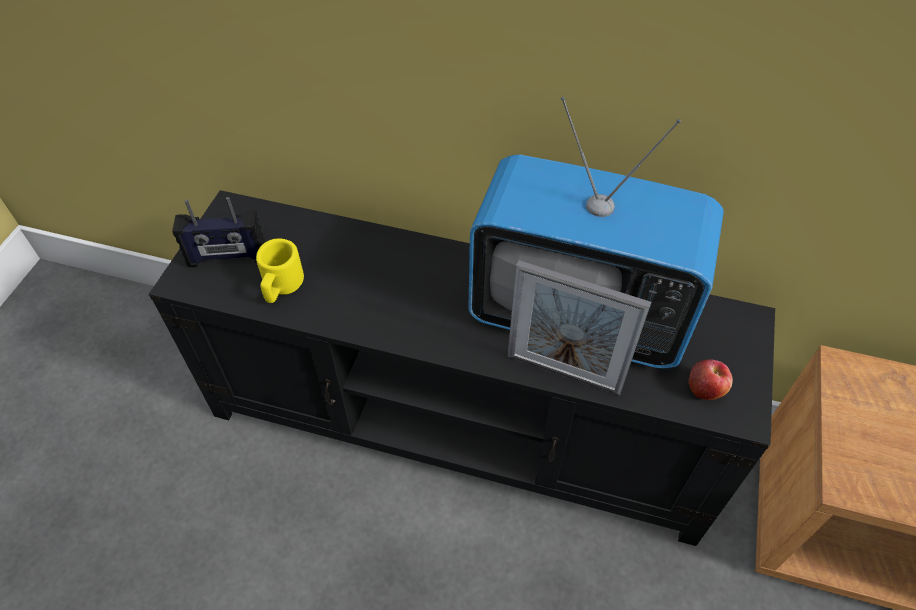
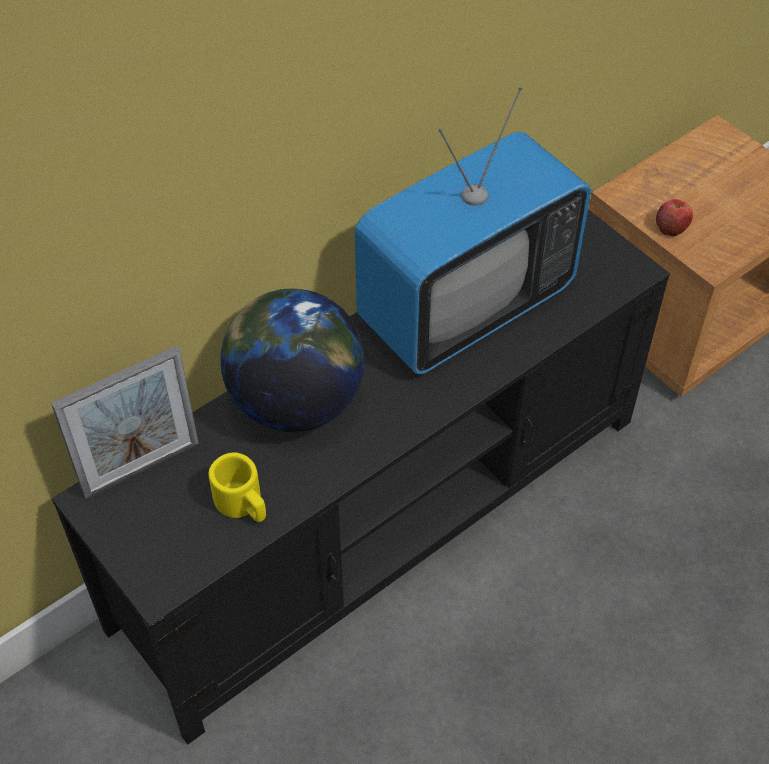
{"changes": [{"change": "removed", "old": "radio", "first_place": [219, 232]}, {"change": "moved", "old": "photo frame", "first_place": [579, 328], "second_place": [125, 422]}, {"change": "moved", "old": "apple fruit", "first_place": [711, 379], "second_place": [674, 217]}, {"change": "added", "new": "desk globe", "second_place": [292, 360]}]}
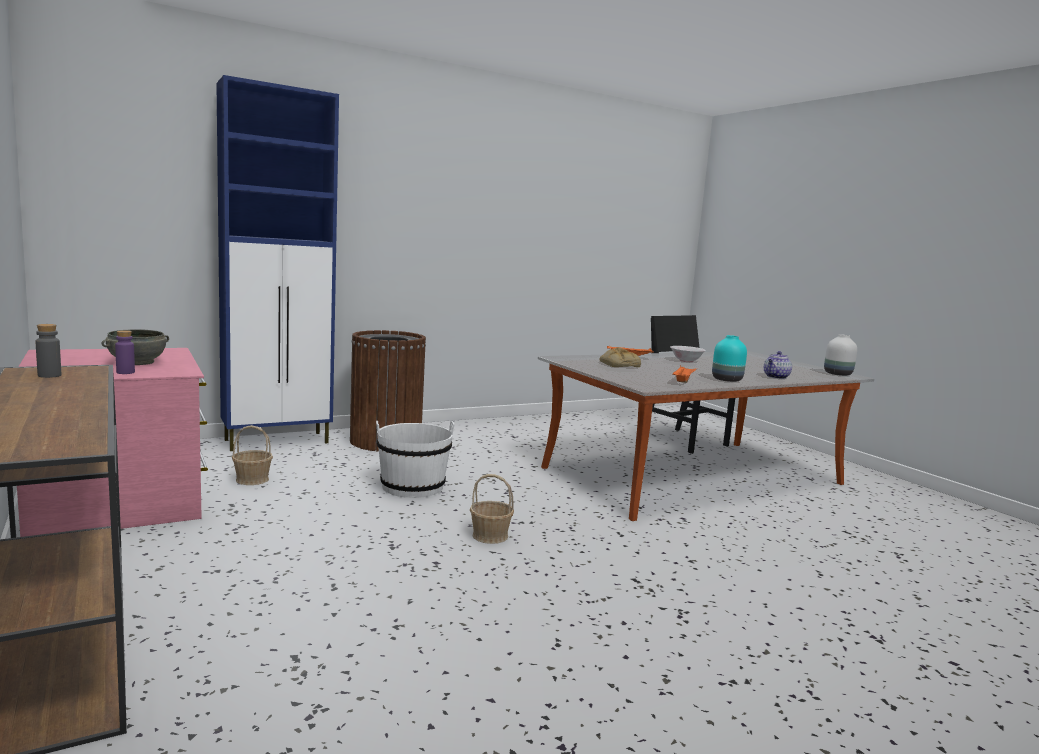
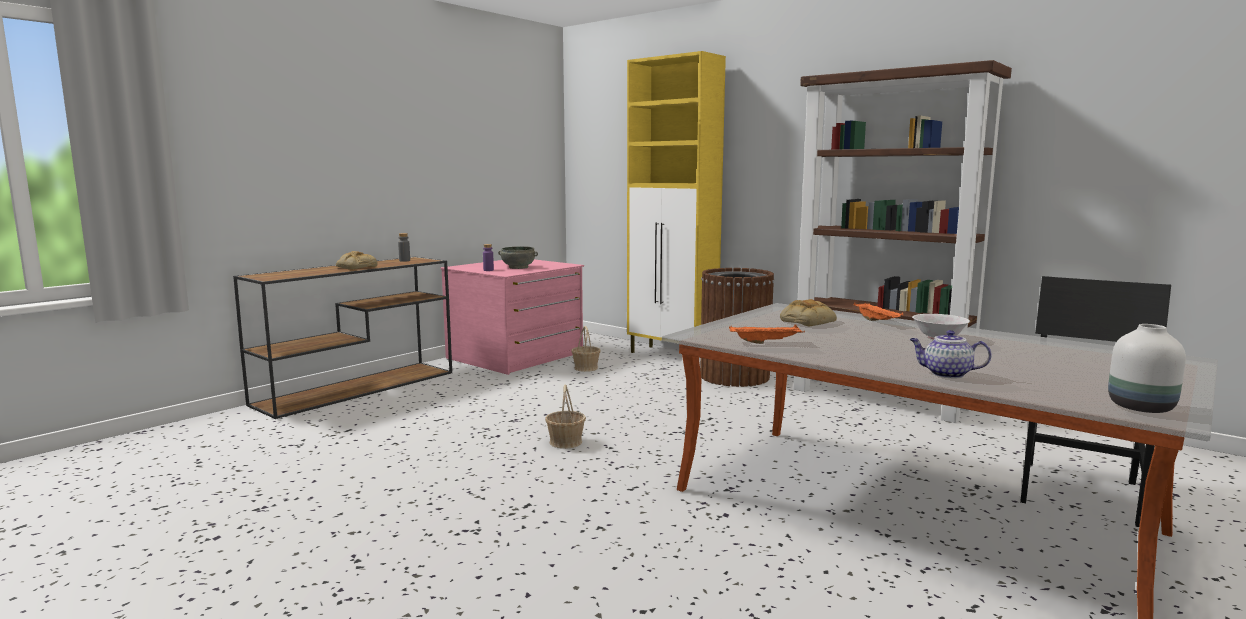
{"changes": [{"change": "recoloured", "old": "blue cabinet", "new": "yellow-coloured cabinet", "first_place": [277, 263], "second_place": [676, 202]}, {"change": "removed", "old": "white-coloured bucket", "first_place": [415, 459]}, {"change": "removed", "old": "blue-green decorative vase", "first_place": [729, 358]}, {"change": "added", "new": "bread", "second_place": [357, 260]}, {"change": "added", "new": "brown-coloured bookcase", "second_place": [902, 241]}]}
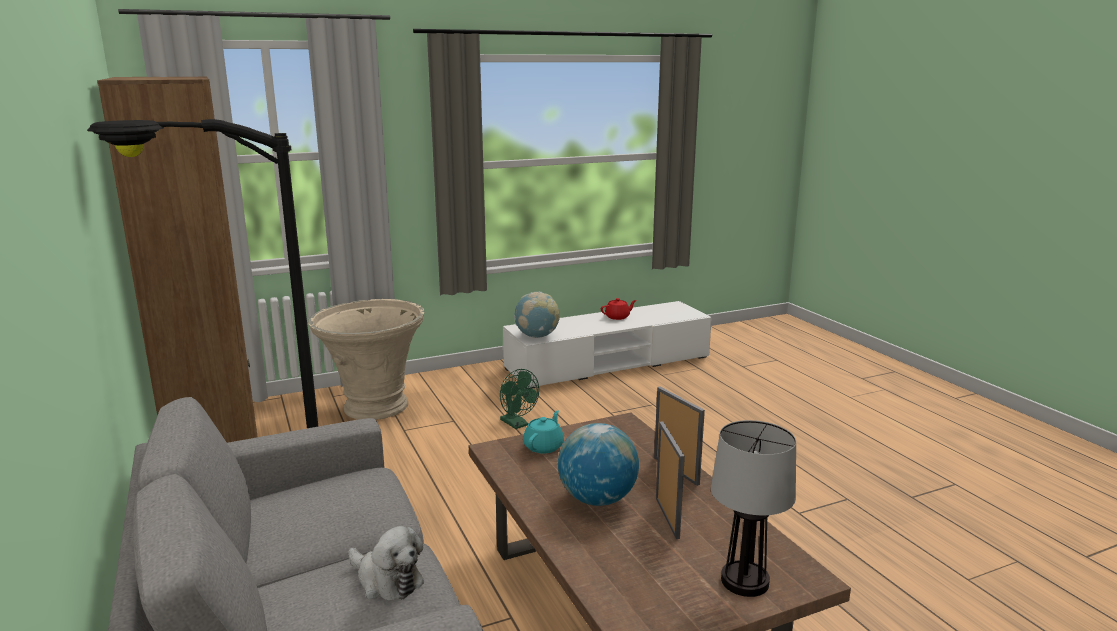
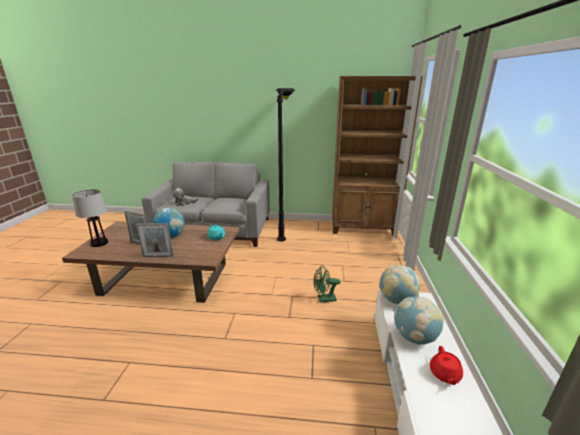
{"changes": [{"change": "removed", "old": "beige-coloured plant pot", "first_place": [366, 359]}, {"change": "added", "new": "desk globe", "second_place": [419, 320]}]}
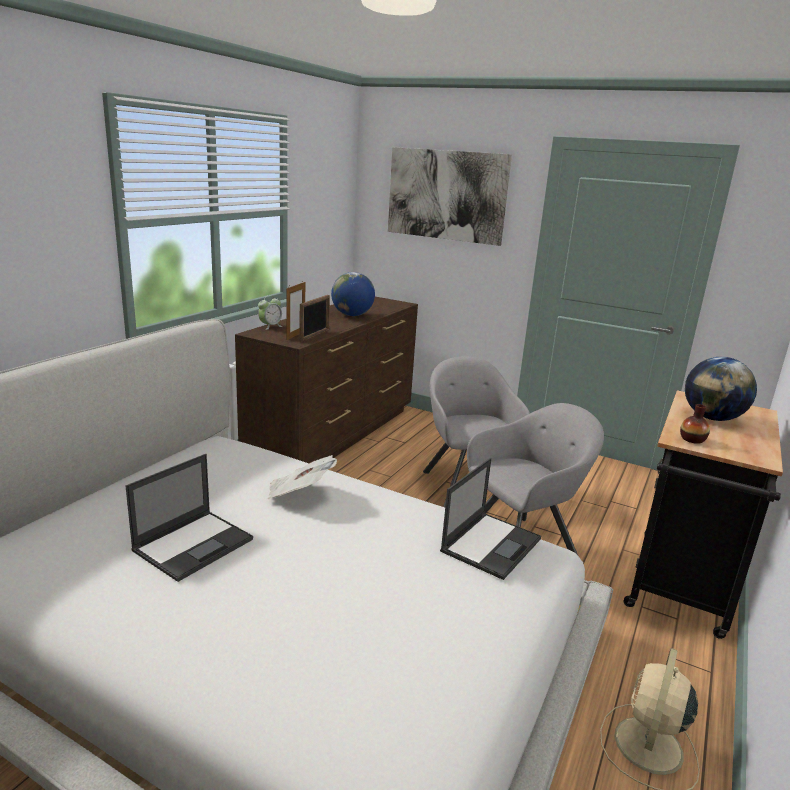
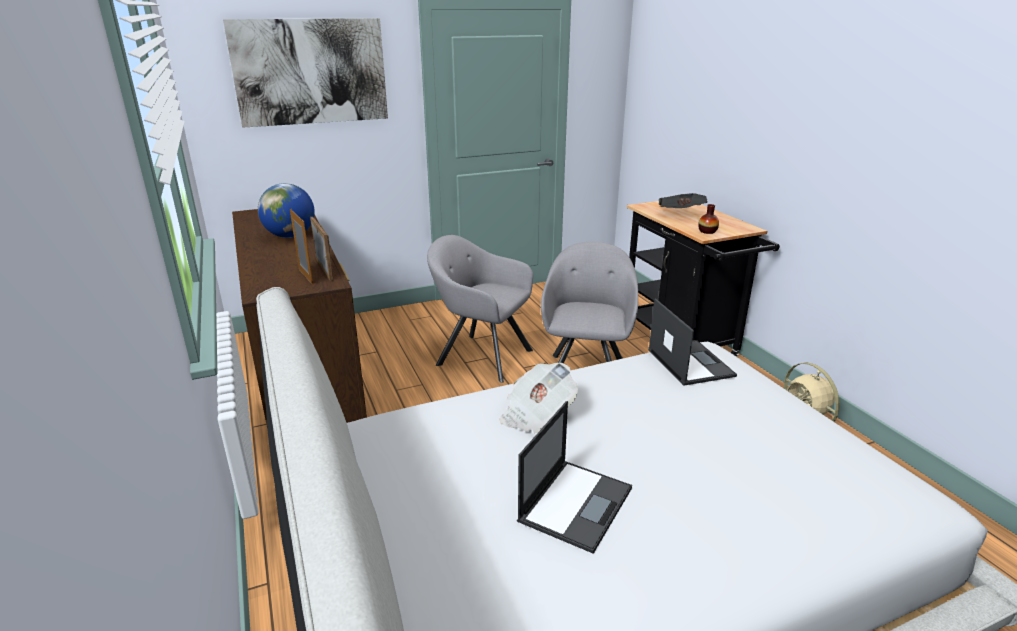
{"changes": [{"change": "turned", "old": "portable computer", "first_place": [189, 518], "second_place": [574, 477], "degrees": 45}, {"change": "removed", "old": "table clock", "first_place": [270, 312]}, {"change": "replaced", "old": "desk globe", "new": "printed paper", "first_place": [721, 389], "second_place": [683, 200]}]}
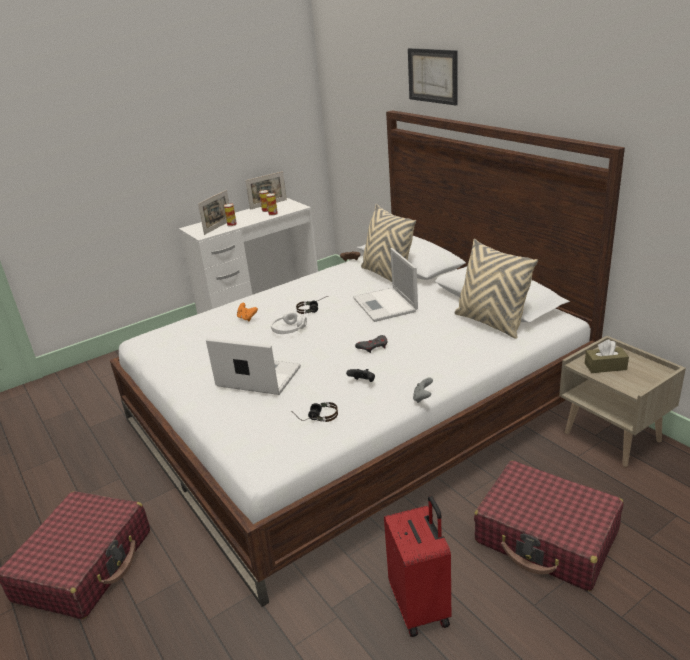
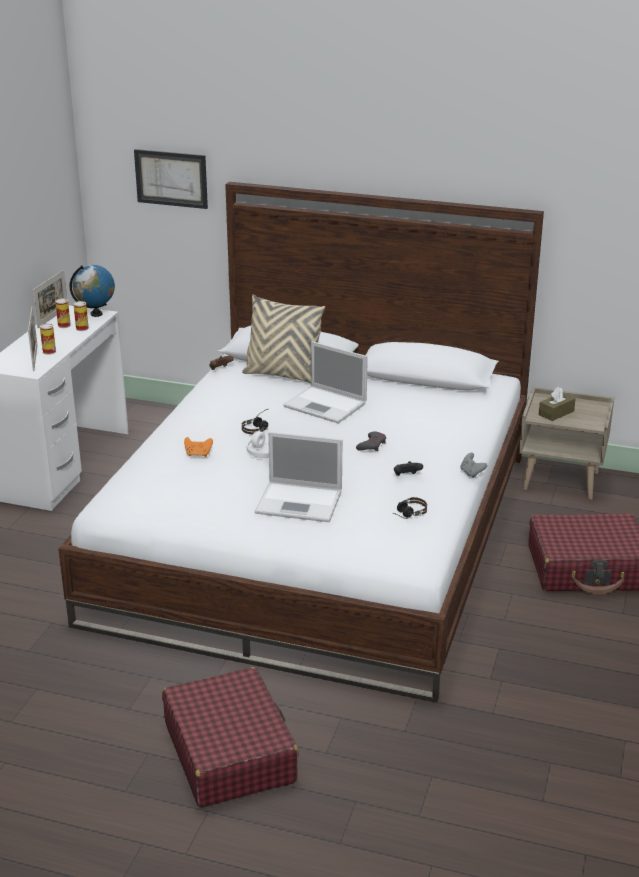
{"changes": [{"change": "turned", "old": "portable computer", "first_place": [253, 366], "second_place": [298, 477], "degrees": -150}, {"change": "removed", "old": "red-coloured suitcase", "first_place": [417, 566]}, {"change": "moved", "old": "picture", "first_place": [432, 76], "second_place": [171, 179]}, {"change": "removed", "old": "beige-coloured throw pillow", "first_place": [496, 289]}, {"change": "added", "new": "desk globe", "second_place": [92, 291]}]}
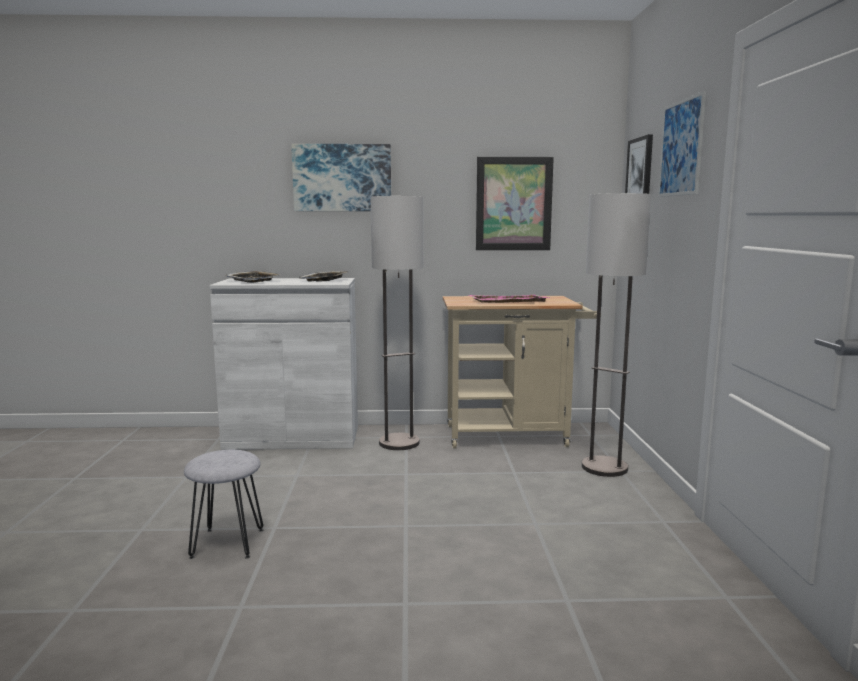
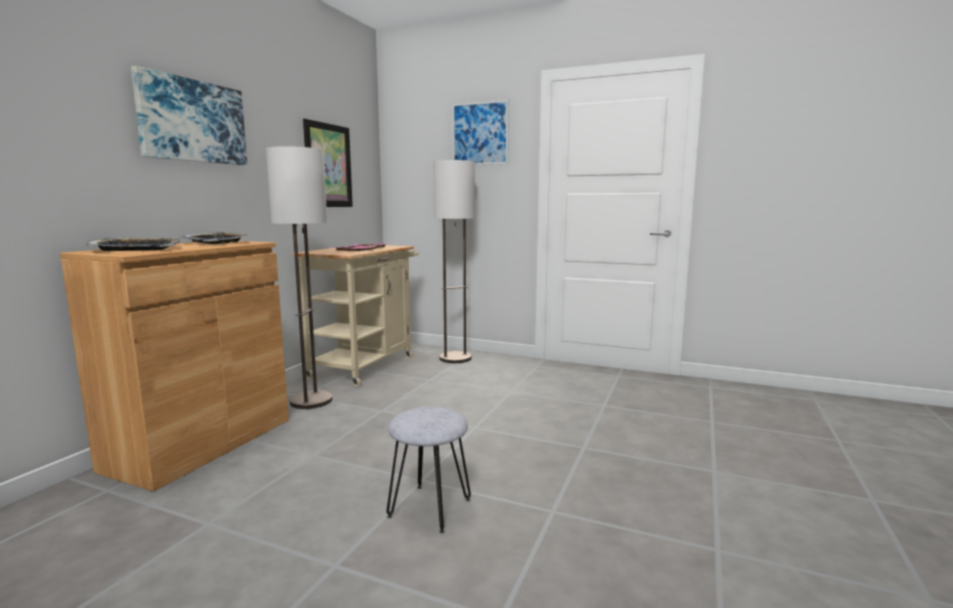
{"changes": [{"change": "recoloured", "old": "white-coloured cabinet", "new": "brown-coloured cabinet", "first_place": [284, 364], "second_place": [174, 366]}, {"change": "removed", "old": "picture", "first_place": [639, 164]}]}
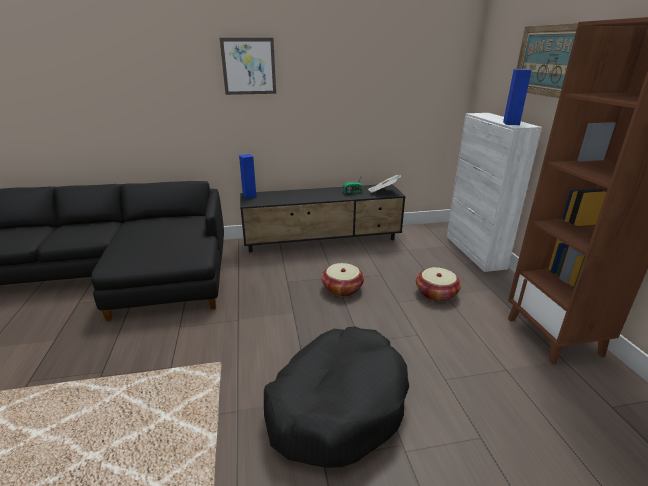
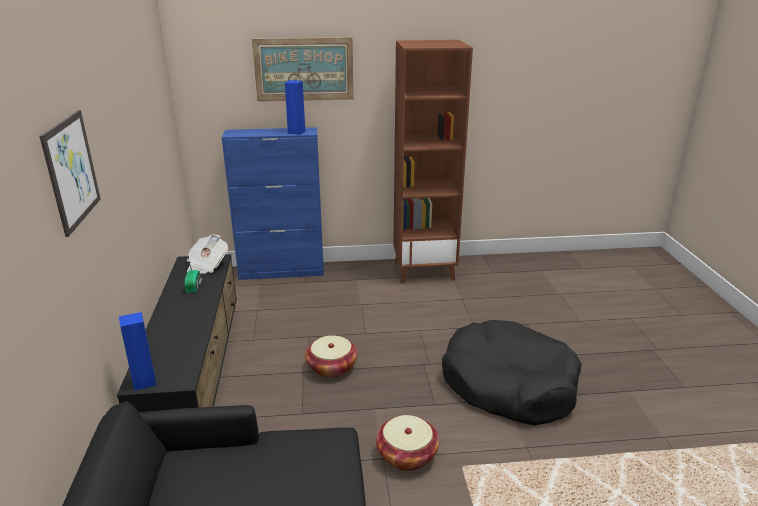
{"changes": [{"change": "moved", "old": "storage basket", "first_place": [438, 284], "second_place": [407, 443]}, {"change": "recoloured", "old": "white-coloured cabinet", "new": "blue cabinet", "first_place": [494, 192], "second_place": [273, 203]}]}
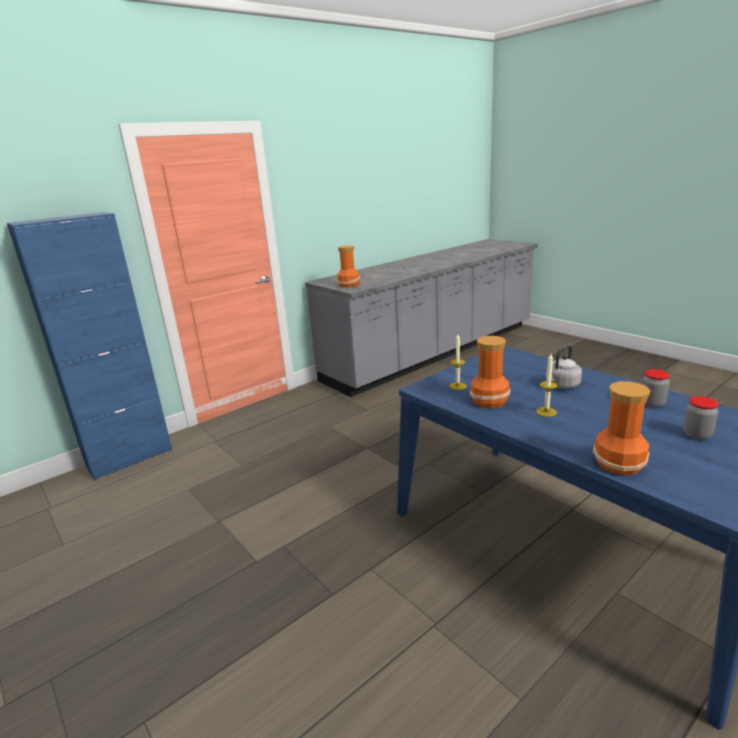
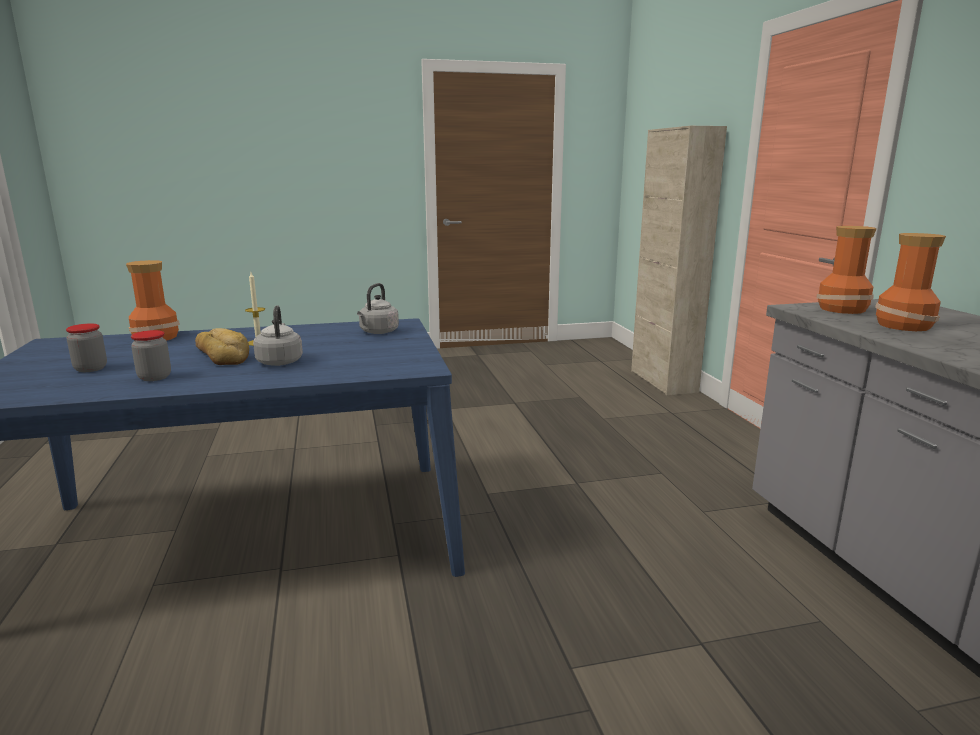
{"changes": [{"change": "recoloured", "old": "blue cabinet", "new": "beige-coloured cabinet", "first_place": [89, 346], "second_place": [679, 260]}, {"change": "replaced", "old": "wax candle", "new": "gray water kettle", "first_place": [458, 362], "second_place": [378, 308]}, {"change": "moved", "old": "decorative vase", "first_place": [490, 372], "second_place": [910, 282]}, {"change": "added", "new": "bread", "second_place": [222, 346]}]}
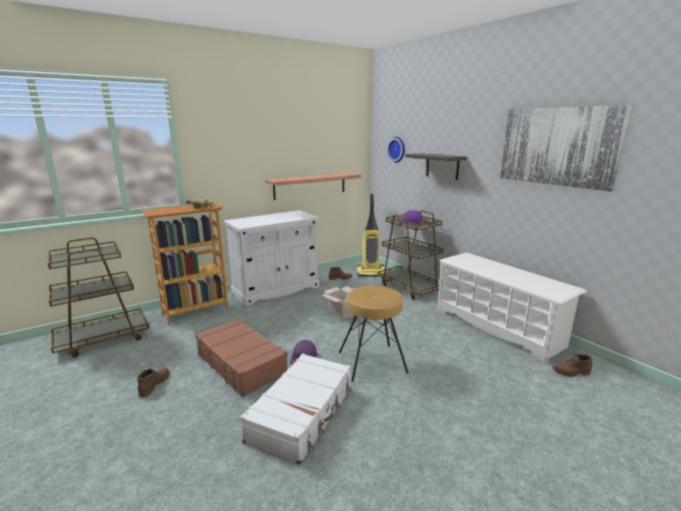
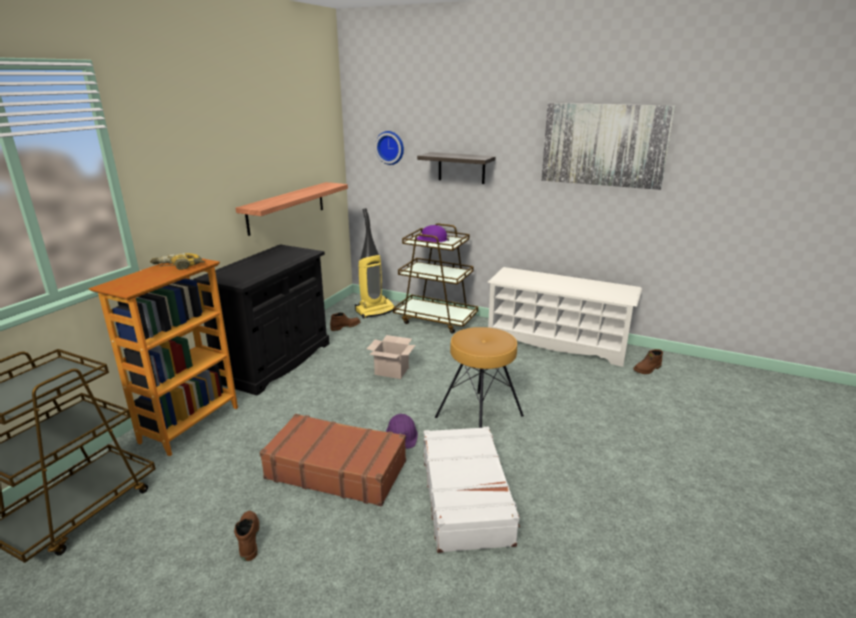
{"changes": [{"change": "recoloured", "old": "white-coloured cabinet", "new": "blackish cabinet", "first_place": [272, 258], "second_place": [261, 320]}]}
